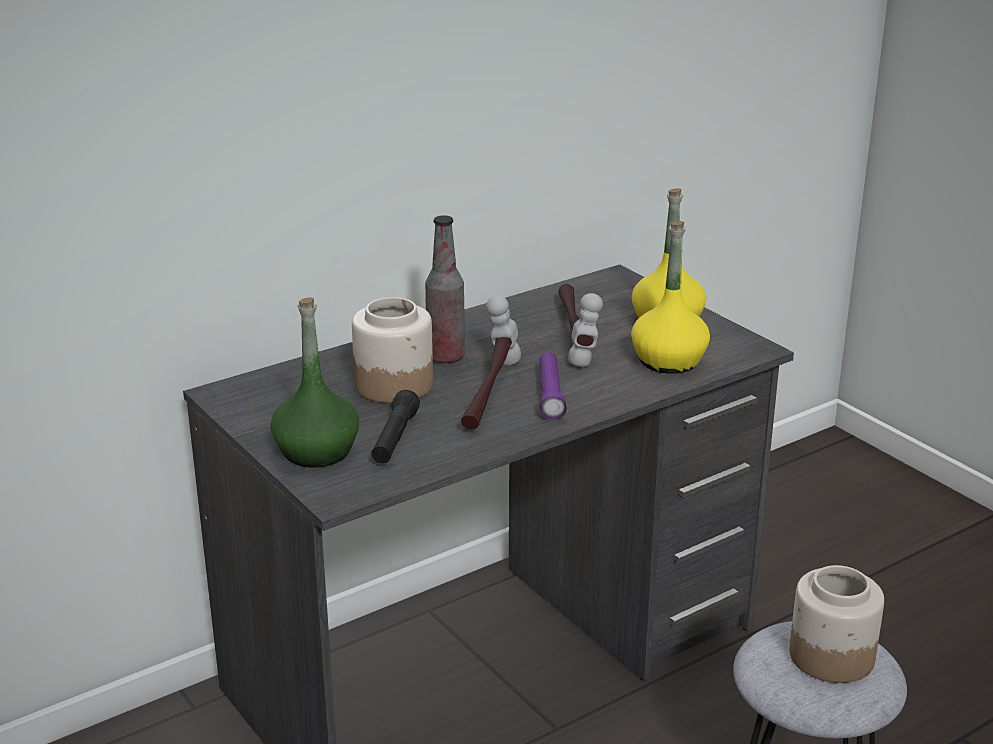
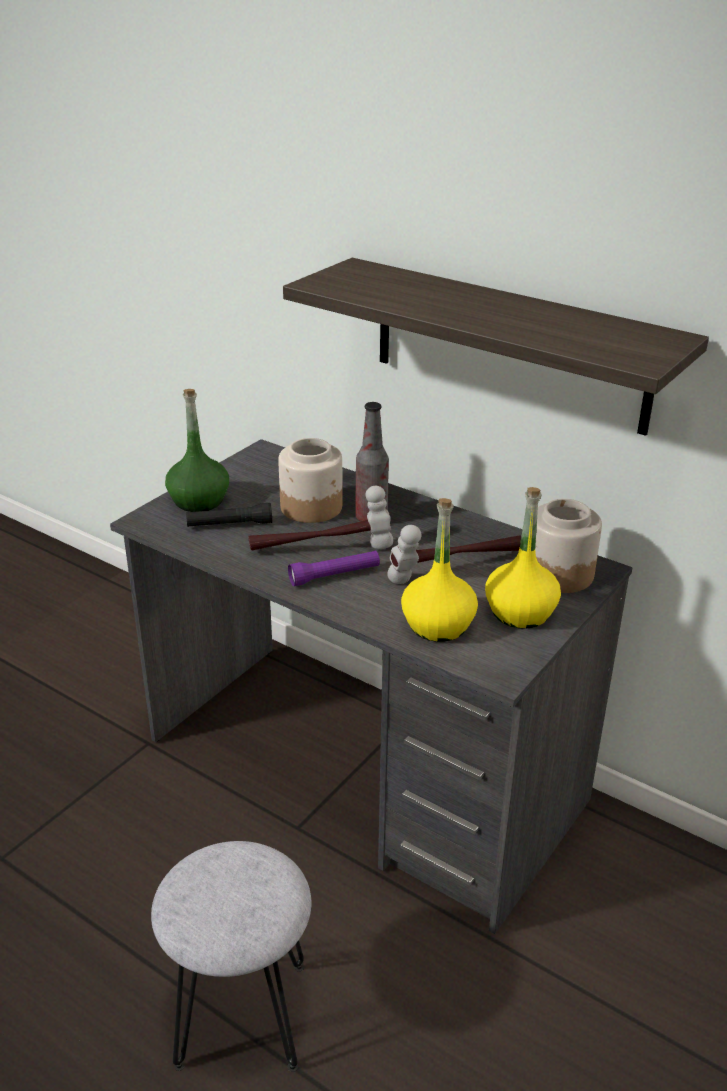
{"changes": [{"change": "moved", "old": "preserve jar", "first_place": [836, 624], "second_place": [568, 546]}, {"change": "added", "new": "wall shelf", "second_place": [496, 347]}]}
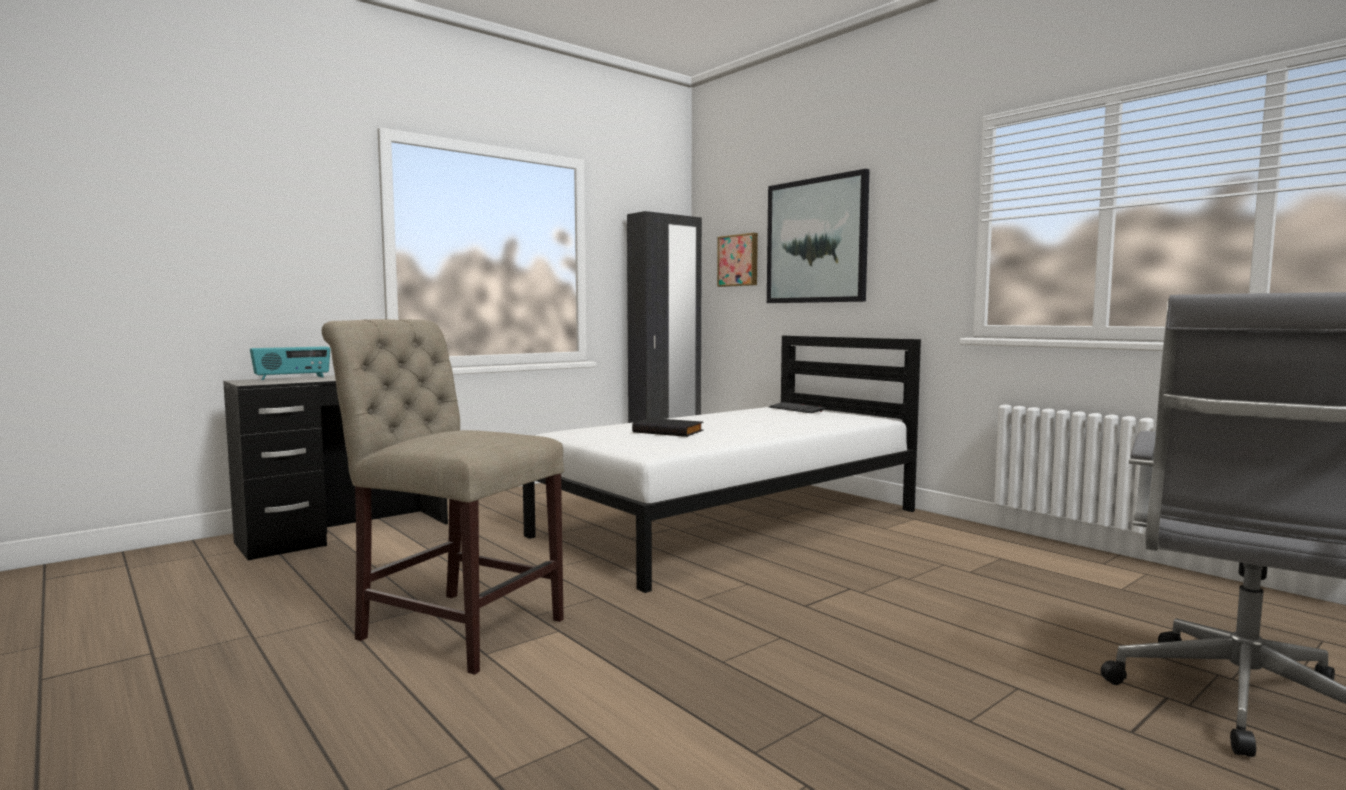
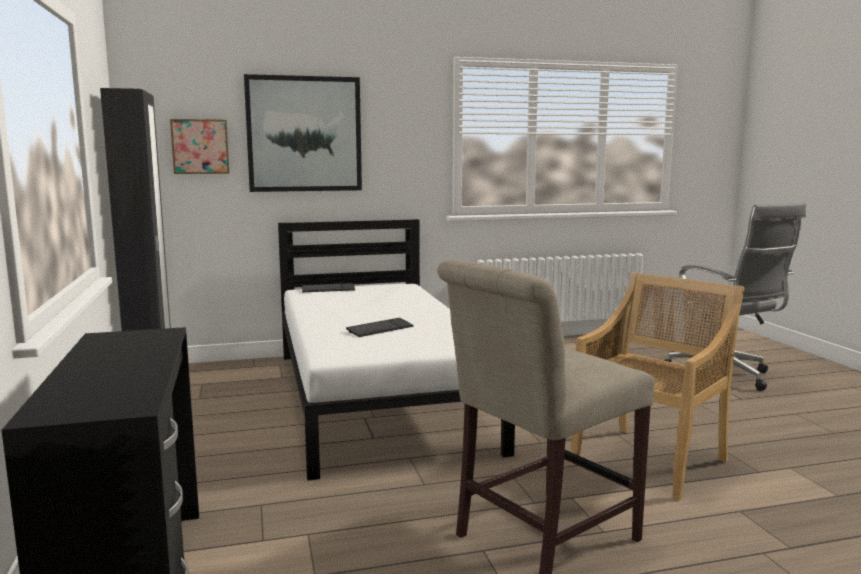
{"changes": [{"change": "removed", "old": "radio", "first_place": [290, 363]}, {"change": "replaced", "old": "blackish bound book", "new": "keyboard", "first_place": [668, 427], "second_place": [380, 327]}, {"change": "added", "new": "beige-coloured plain chair", "second_place": [657, 386]}]}
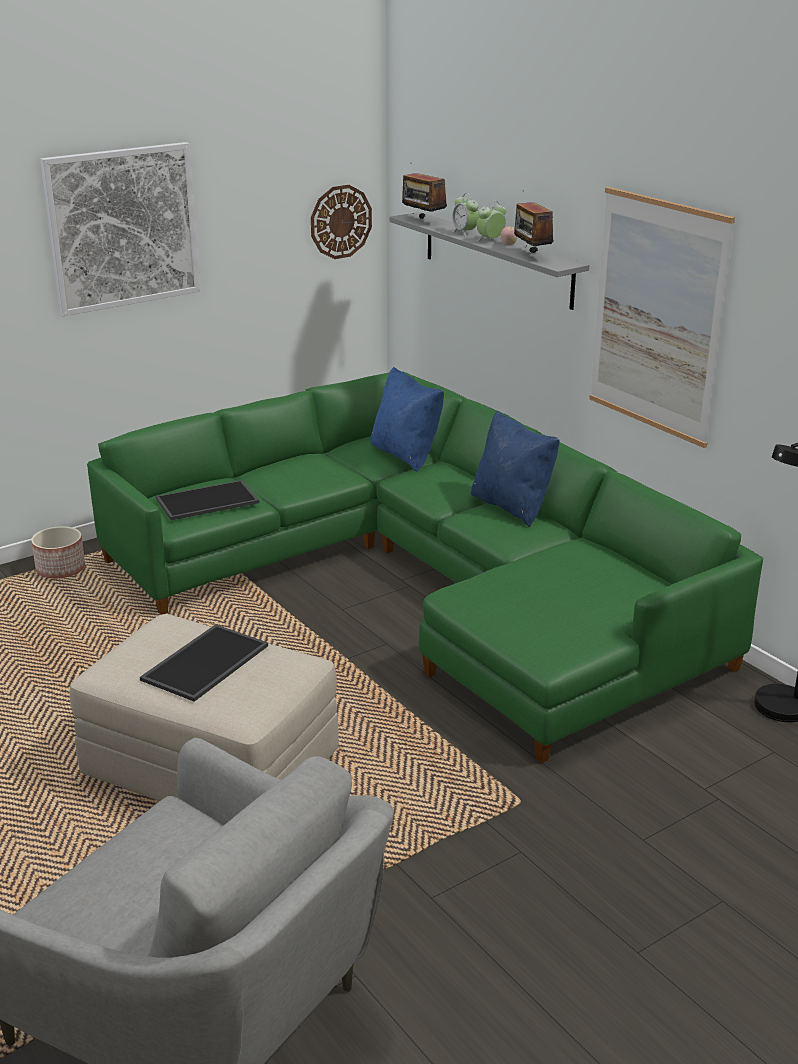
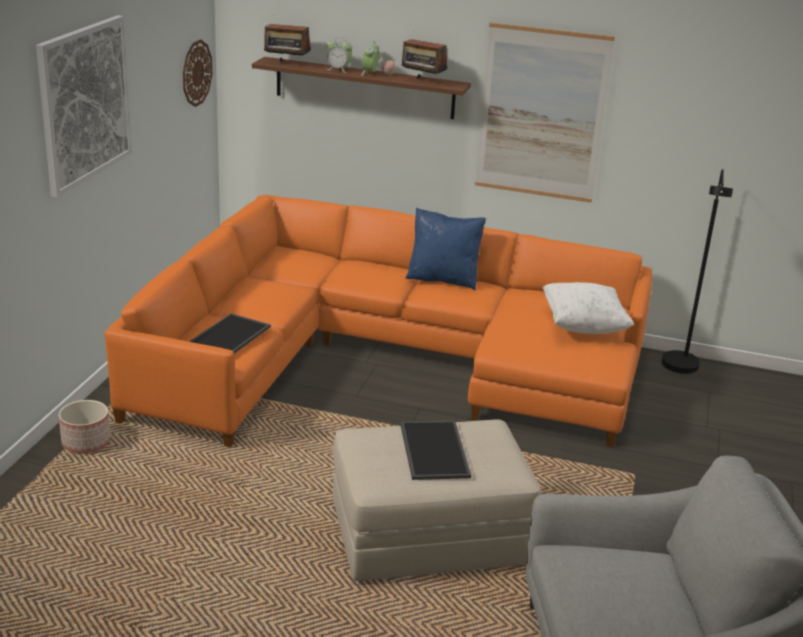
{"changes": [{"change": "recoloured", "old": "green couch", "new": "orange-coloured couch", "first_place": [425, 567], "second_place": [378, 321]}, {"change": "removed", "old": "blue throw pillow", "first_place": [407, 419]}, {"change": "recoloured", "old": "gray wall shelf", "new": "brown-coloured wall shelf", "first_place": [489, 261], "second_place": [361, 88]}, {"change": "added", "new": "white-coloured throw pillow", "second_place": [588, 308]}]}
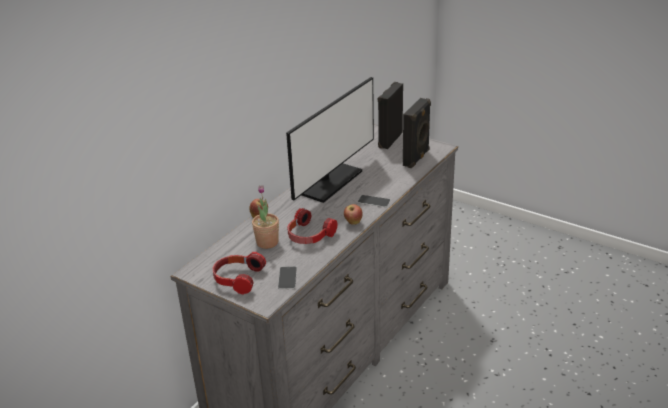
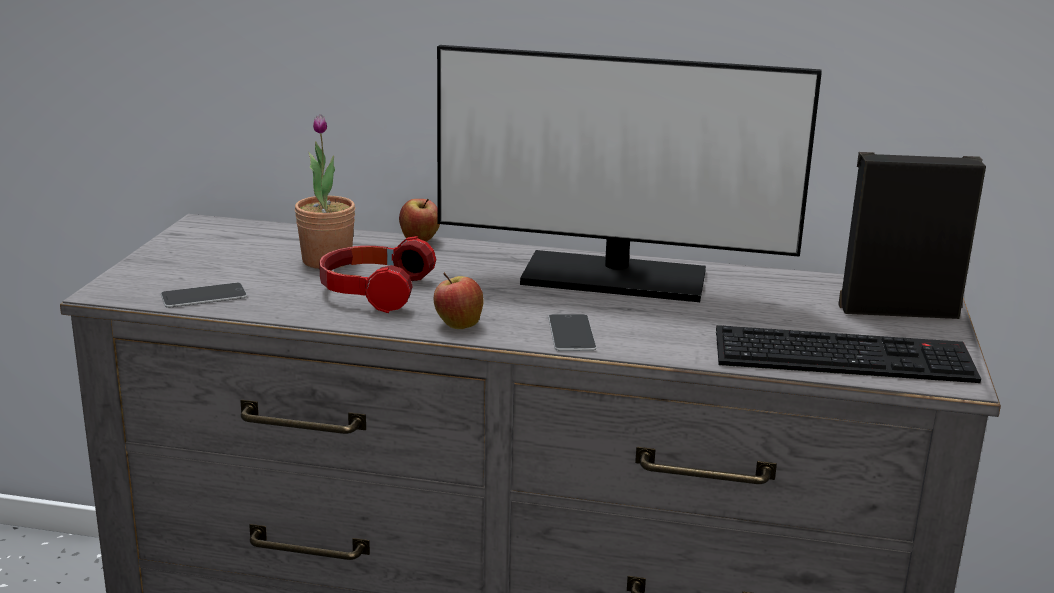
{"changes": [{"change": "removed", "old": "pair of headphones", "first_place": [239, 273]}, {"change": "replaced", "old": "blackish audio speaker", "new": "keyboard", "first_place": [417, 133], "second_place": [848, 354]}]}
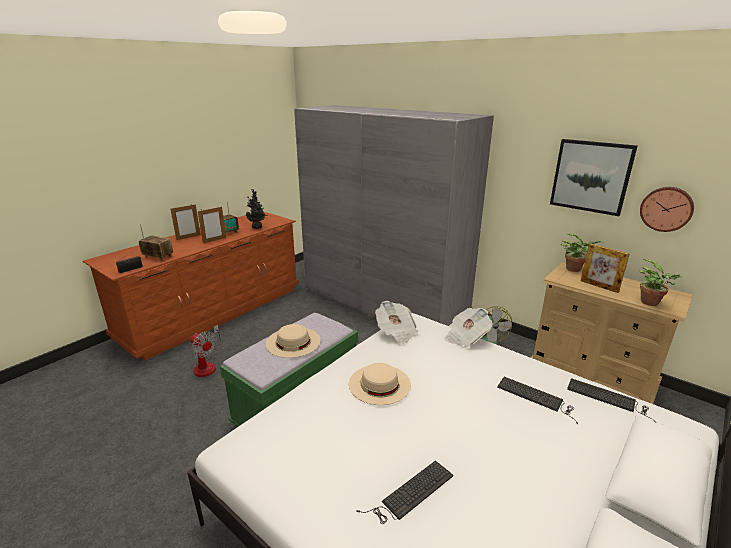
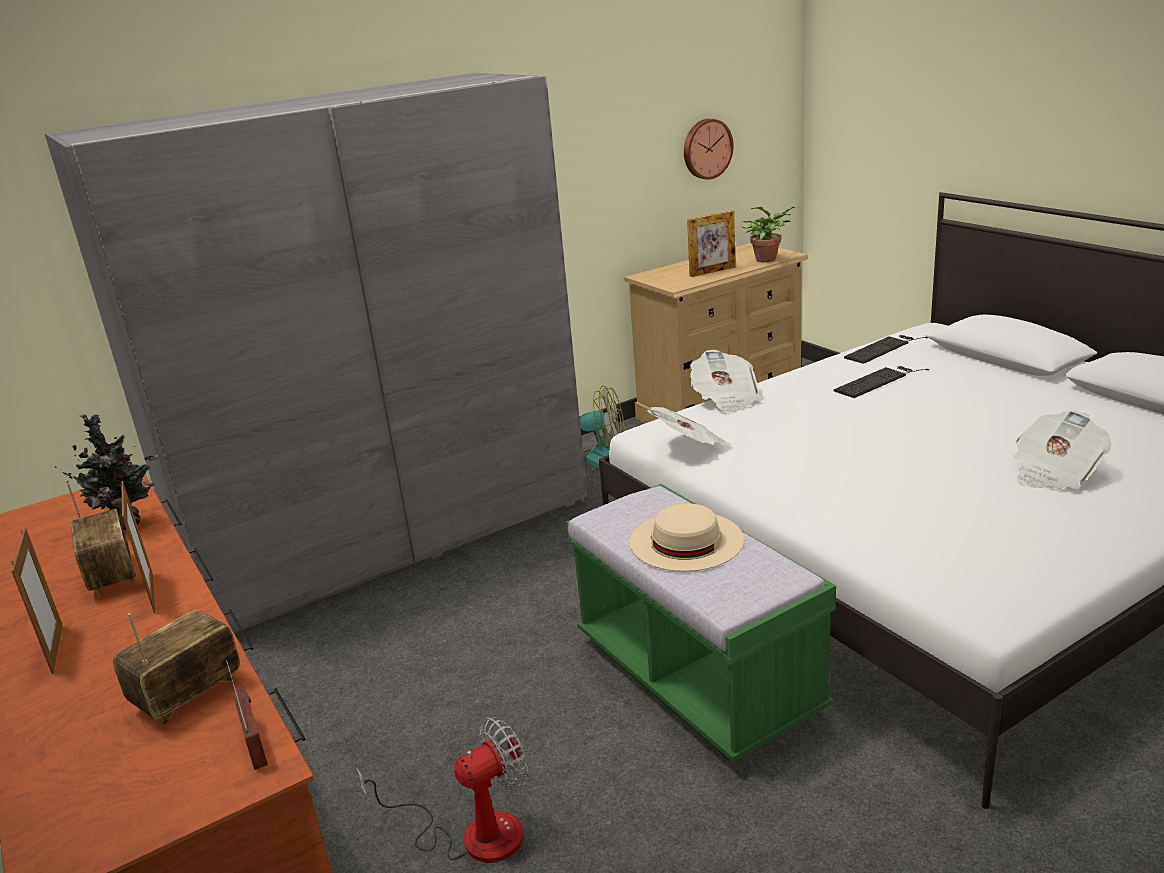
{"changes": [{"change": "removed", "old": "beige-coloured hat", "first_place": [380, 384]}, {"change": "replaced", "old": "keyboard", "new": "printed paper", "first_place": [405, 492], "second_place": [1063, 450]}, {"change": "removed", "old": "picture", "first_place": [593, 177]}, {"change": "removed", "old": "plant in a pot", "first_place": [582, 253]}]}
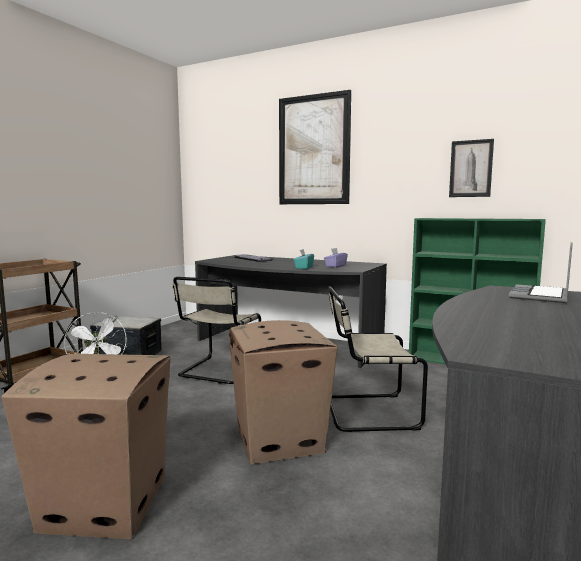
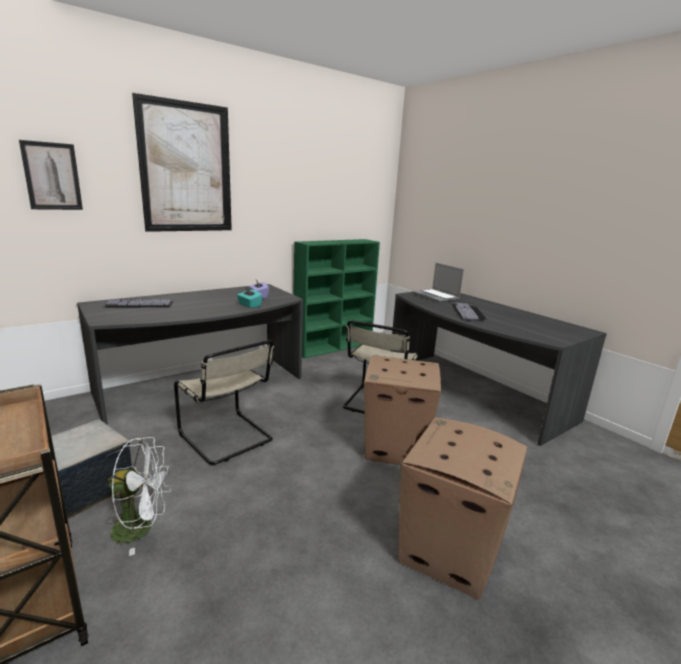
{"changes": [{"change": "moved", "old": "picture", "first_place": [471, 168], "second_place": [51, 175]}, {"change": "added", "new": "keyboard", "second_place": [469, 312]}]}
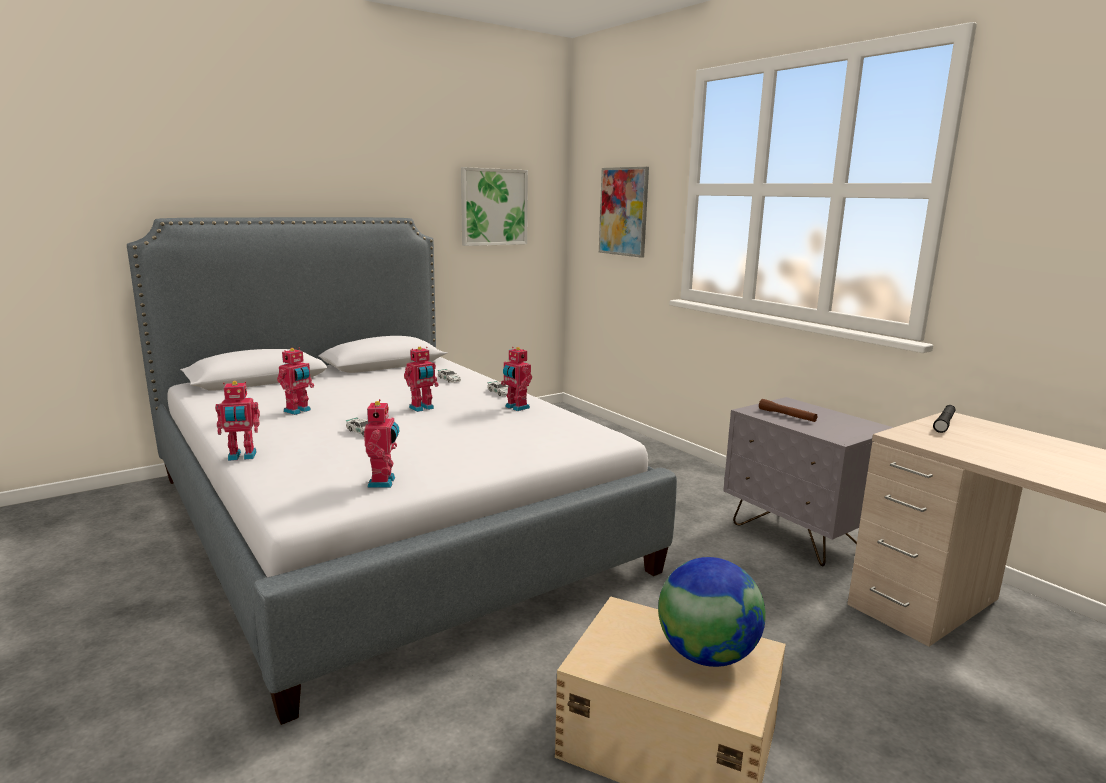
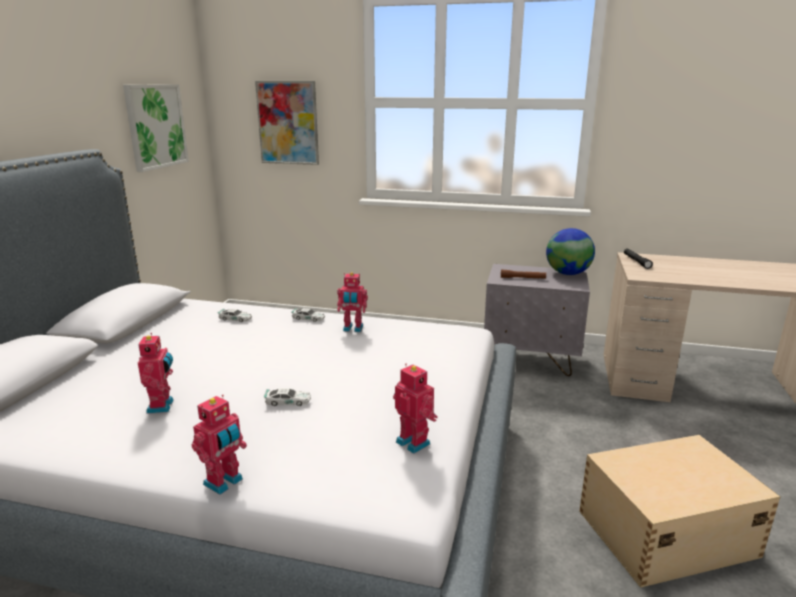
{"changes": [{"change": "removed", "old": "toy robot", "first_place": [421, 379]}, {"change": "moved", "old": "desk globe", "first_place": [712, 612], "second_place": [570, 251]}]}
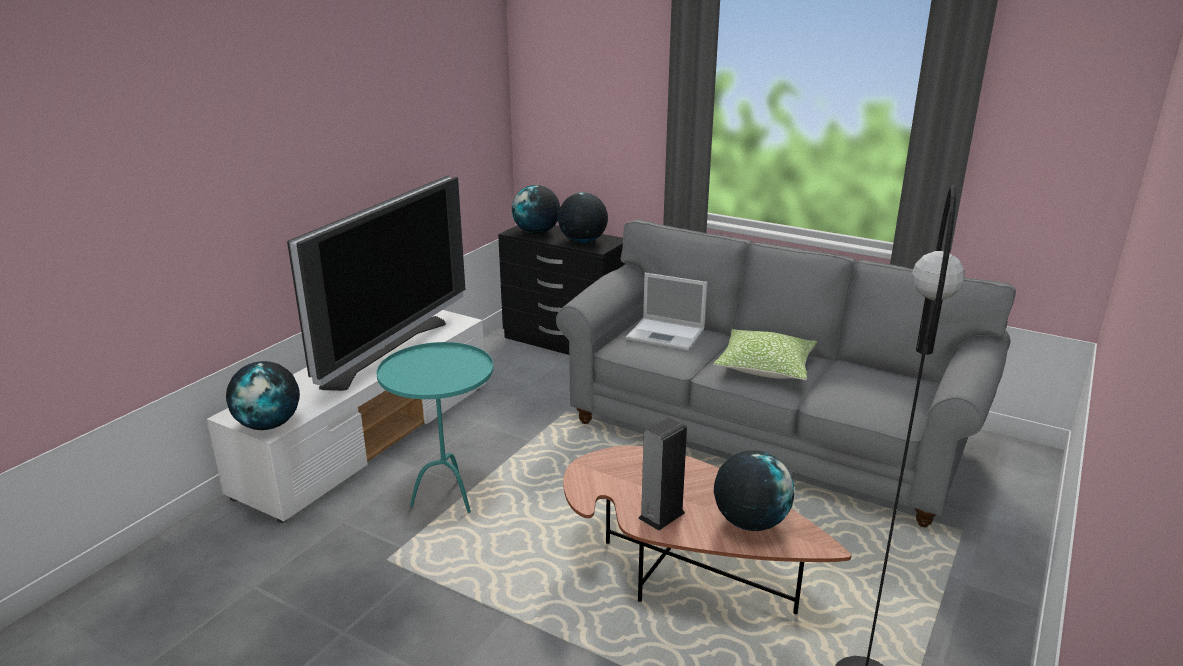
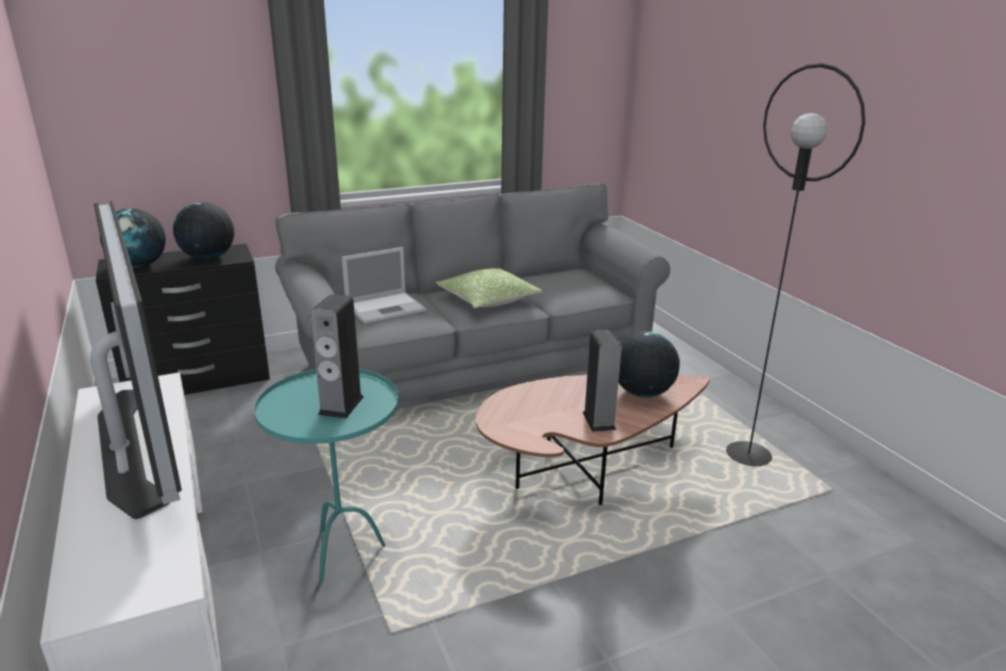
{"changes": [{"change": "removed", "old": "desk globe", "first_place": [263, 395]}, {"change": "added", "new": "audio speaker", "second_place": [337, 356]}]}
